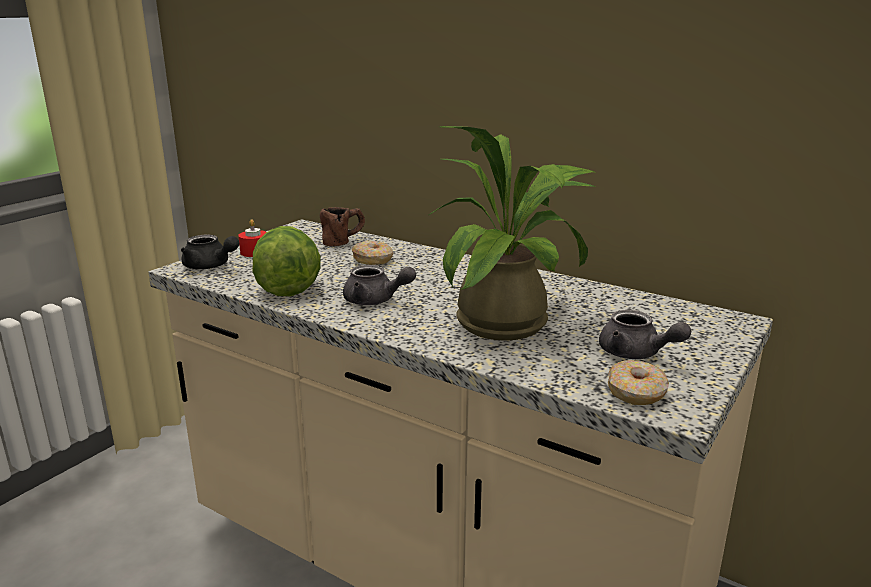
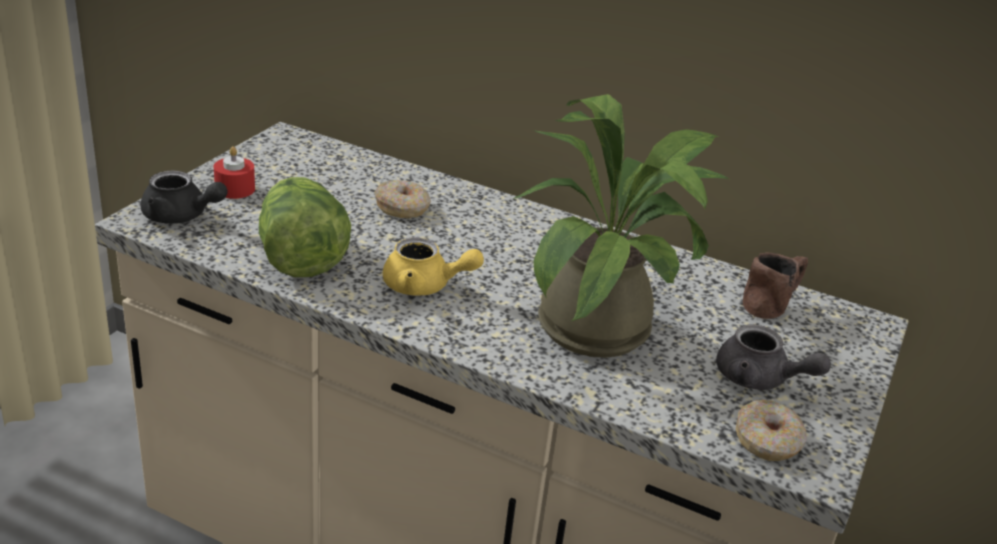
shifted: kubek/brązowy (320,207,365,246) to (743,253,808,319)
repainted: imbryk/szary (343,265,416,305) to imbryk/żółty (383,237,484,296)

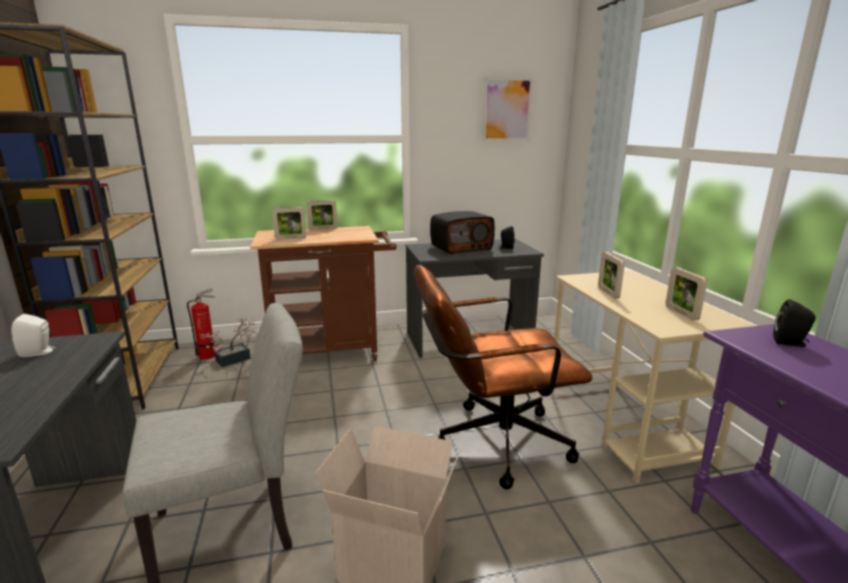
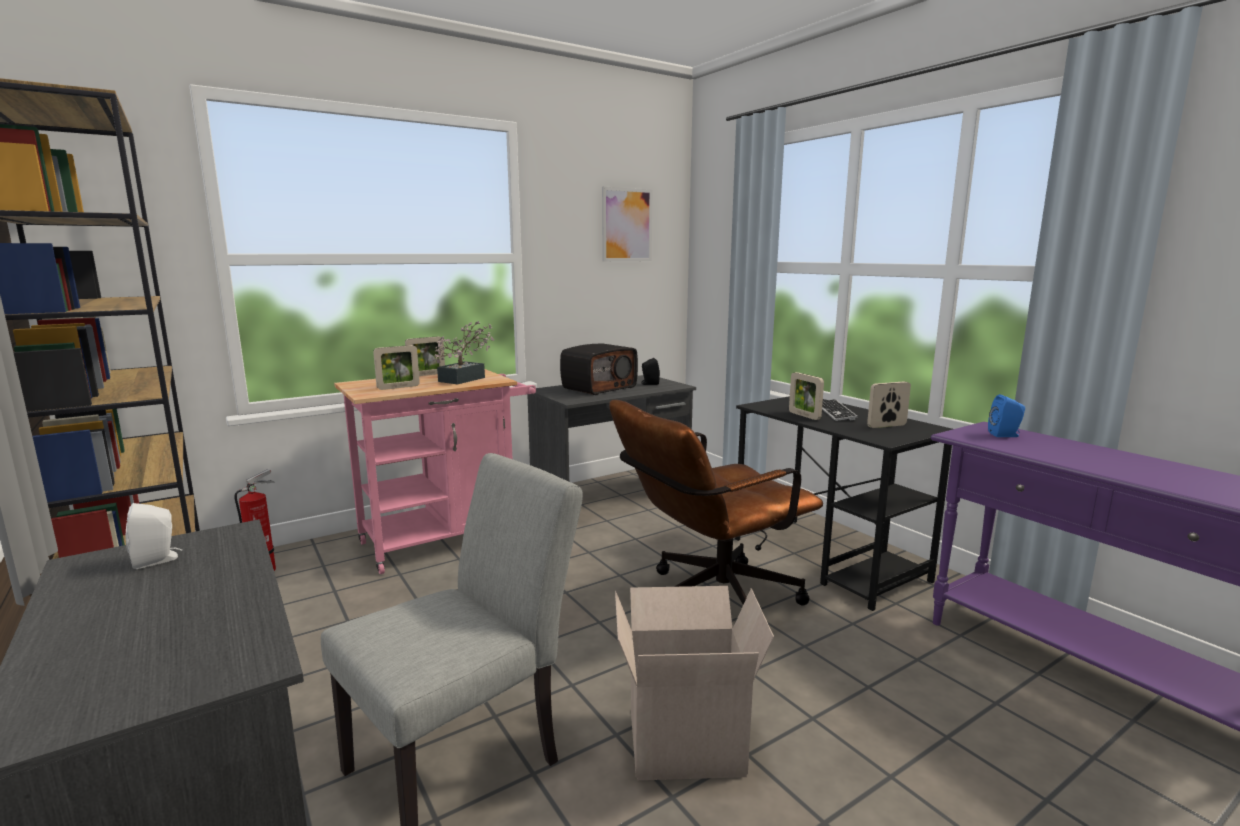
new: klawiatura (822,399,857,421)
shifted: roślina doniczkowa (206,317,258,367) to (435,321,494,384)
repainted: wózek/brązowy (250,226,397,361) to wózek/różowy (334,369,536,574); biurko/beżowy (553,270,755,483) to biurko/czarny (735,396,953,611); głośnik/czarny (773,299,816,347) to głośnik/niebieski (988,394,1025,437)
rotated: ramka na zdjęcie (665,267,707,320) = (867,381,911,428) 105 degrees clockwise

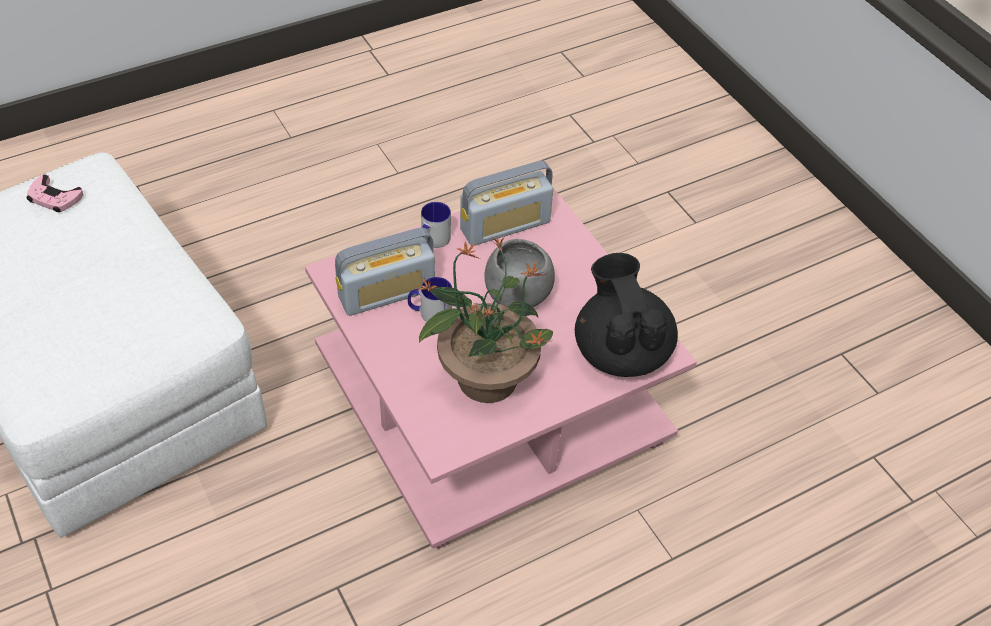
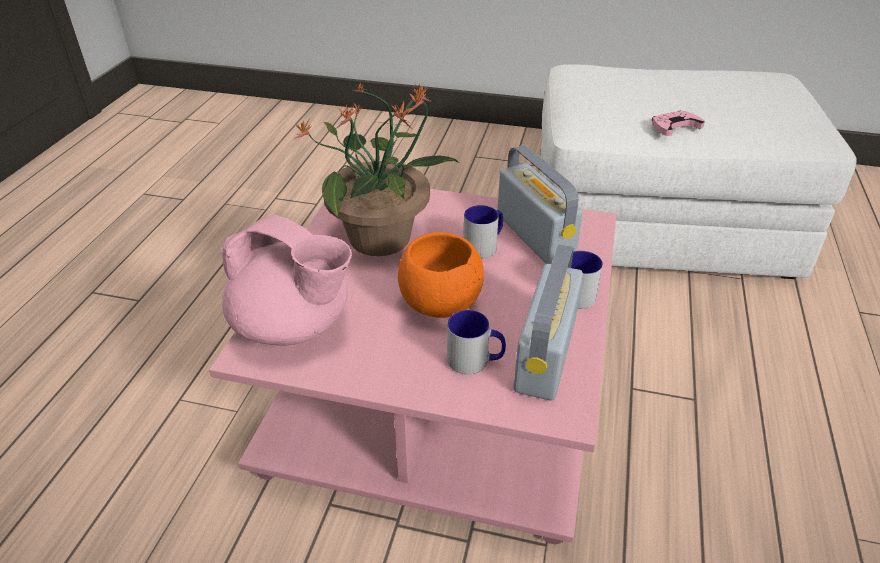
new: kubek (447,310,506,375)
shifted: pad do gier/różowy (26,175,84,212) to (652,111,705,136)
repainted: imbryk/czarny (575,253,678,377) to imbryk/różowy (221,215,352,346); miska/szary (485,239,555,307) to miska/pomarańczowy (398,232,484,318)
rotated: radio (335,227,435,316) = (498,145,583,264) 135 degrees clockwise

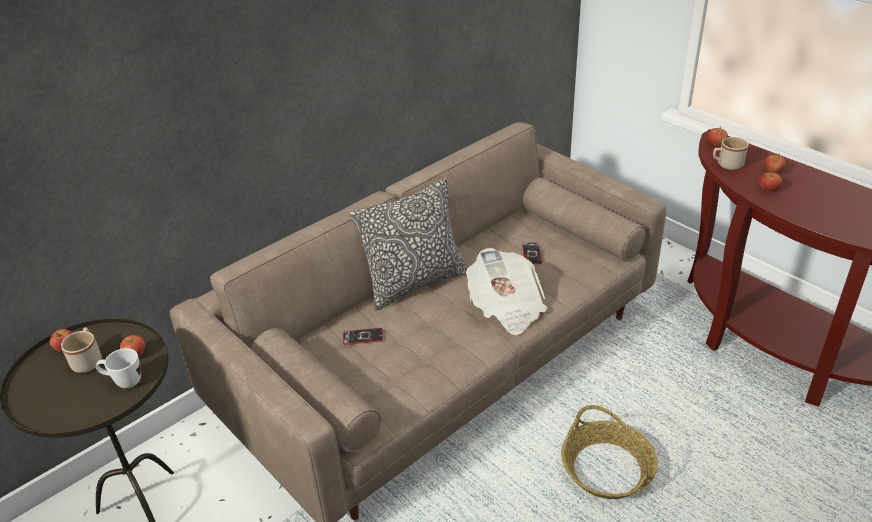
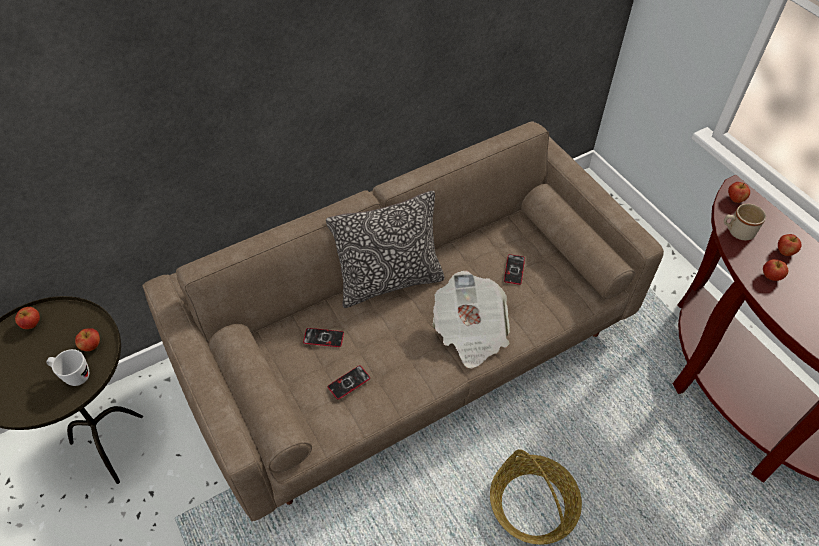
gone: kubek/beżowy (61,327,102,373)
new: telefon (328,366,370,400)

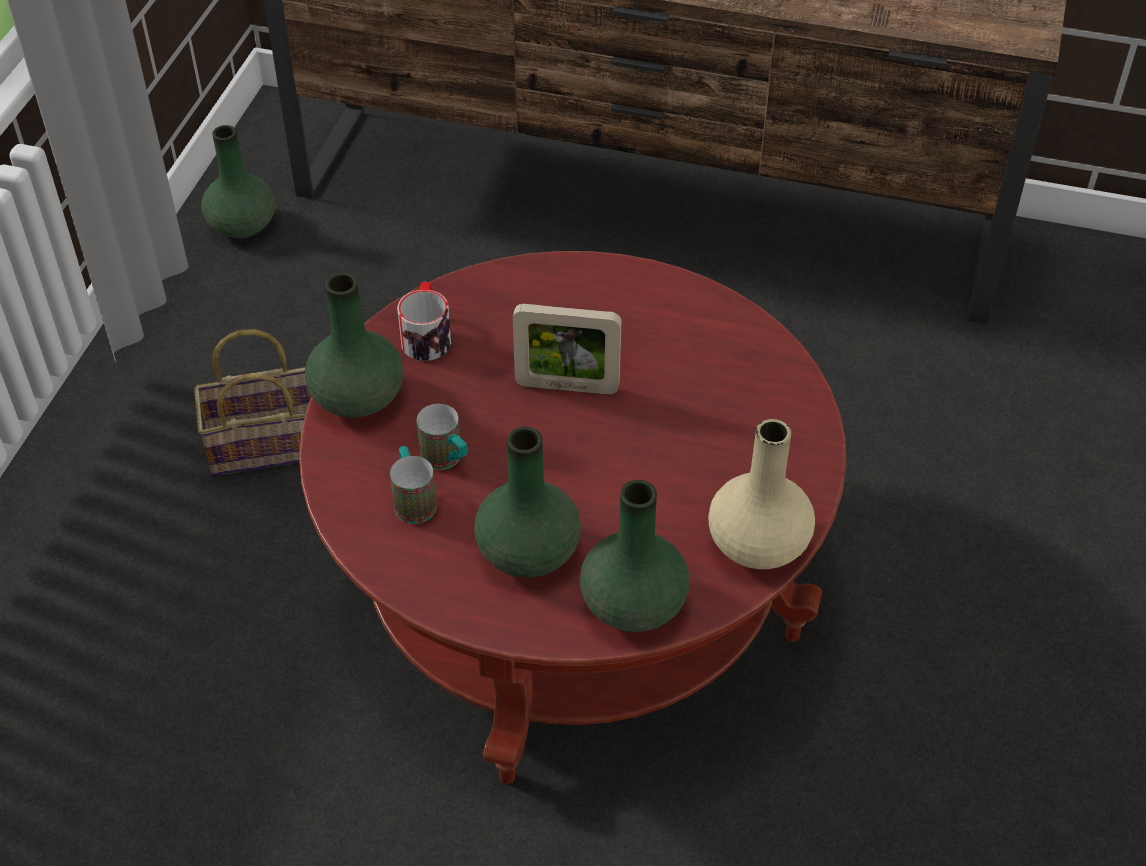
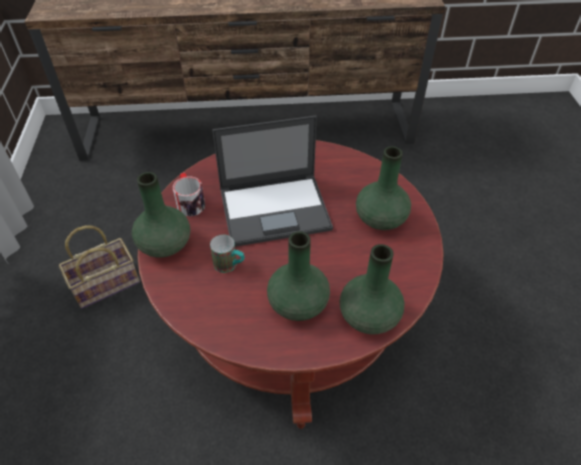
gone: kubek (390,446,437,524); wazon/beżowy (708,419,815,569)
shifted: wazon/zielony (201,125,275,238) to (356,146,411,230)
swapped: ramka na zdjęcie (513,304,621,394) to laptop (212,116,333,247)

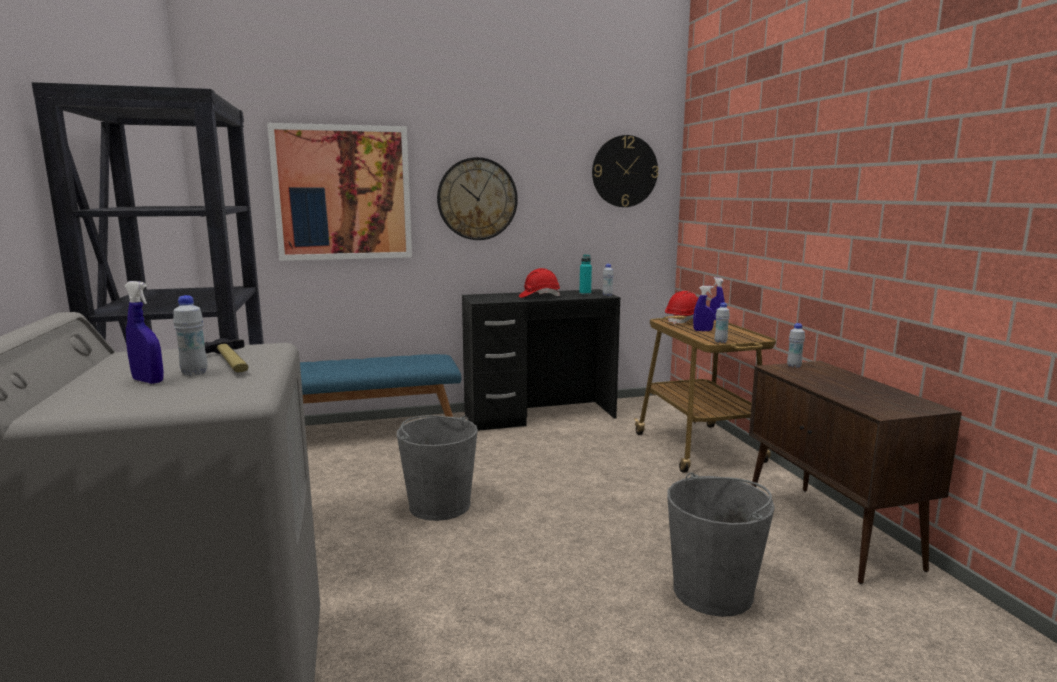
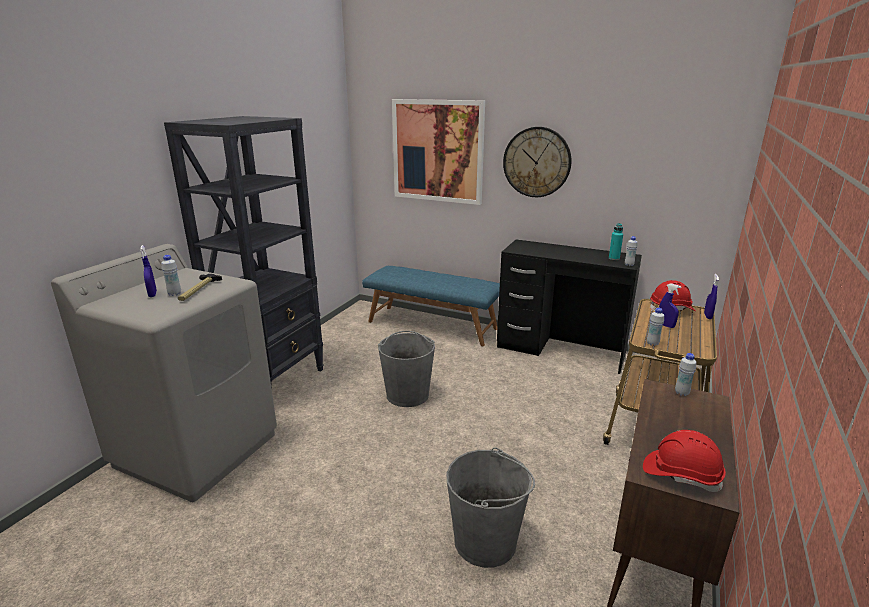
gone: zegar ścienny (592,135,658,207)
shifted: kask/czerwony (519,268,560,298) to (643,430,726,492)

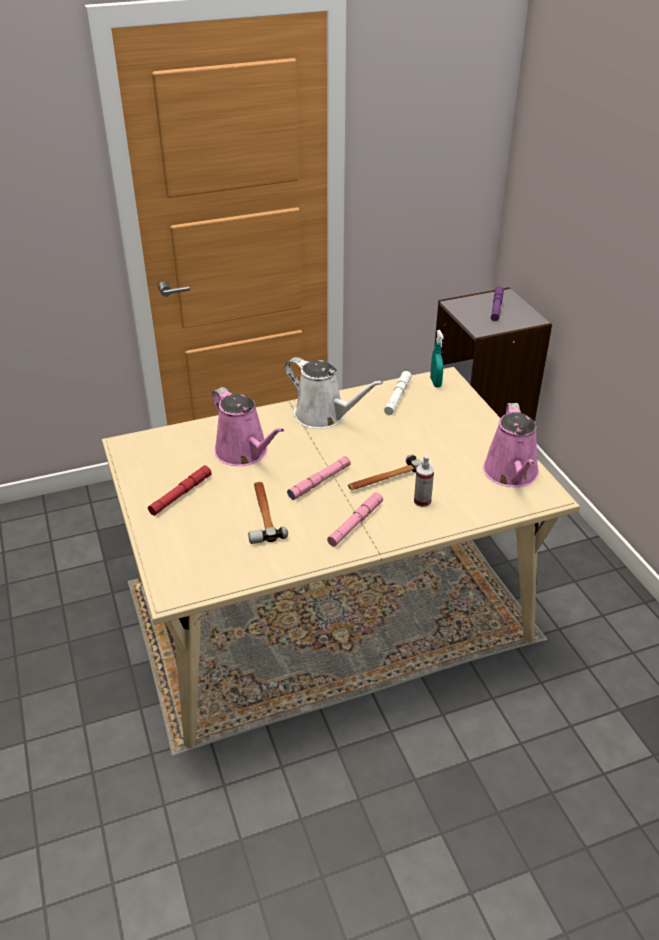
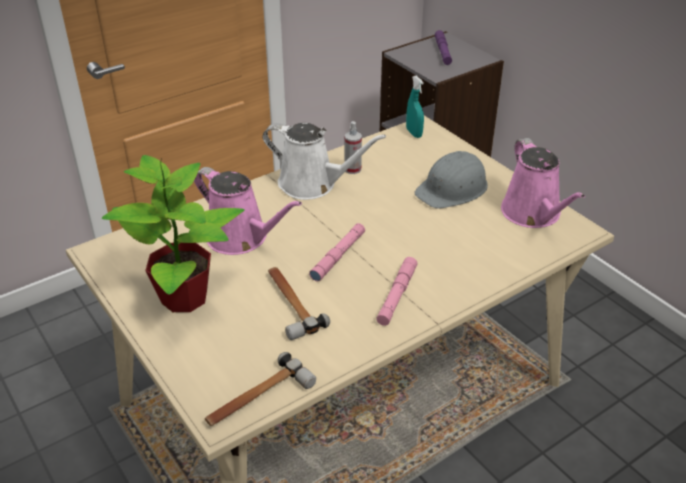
gone: latarka/biały (384,371,412,415)
new: kask/szary (415,151,488,209)
shifted: młotek (348,454,422,490) to (205,352,316,426); spryskiwacz (414,455,434,507) to (345,121,362,174)
swapped: latarka/czerwony (148,465,212,516) to roślina doniczkowa (102,155,245,312)

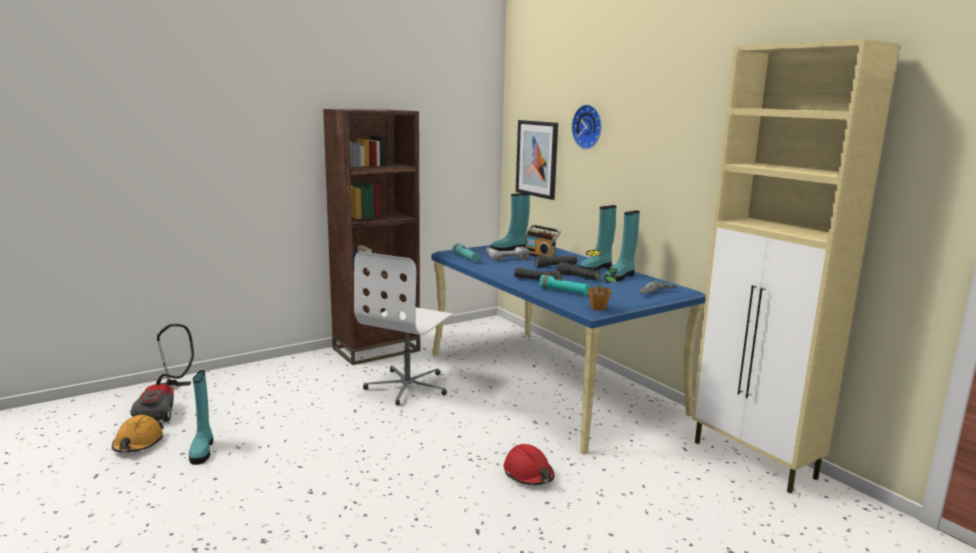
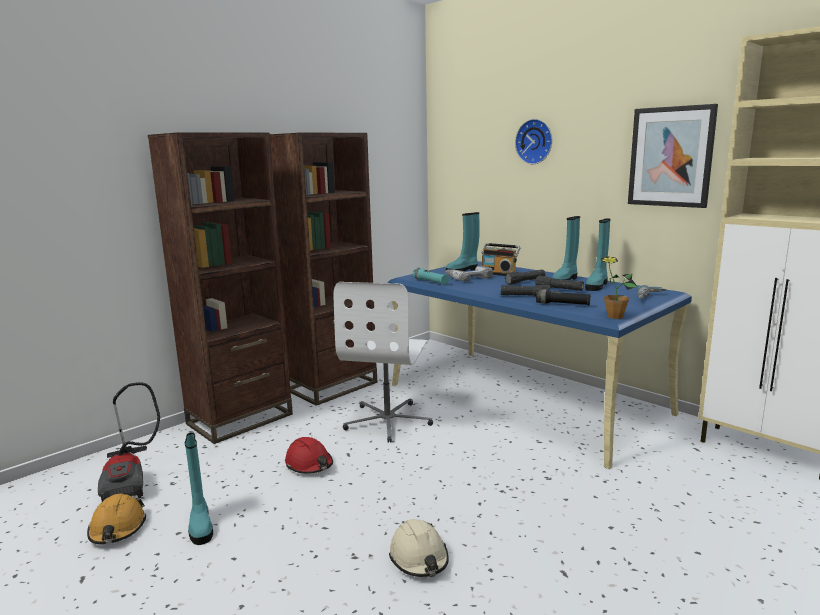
new: regał/brązowy (148,132,293,444); kask/beżowy (389,519,449,577)
shifted: kask/czerwony (504,444,555,485) to (285,437,333,474); obraz (516,120,558,200) to (628,104,718,208)
repainted: latarka/turkusowy (539,275,590,295) to latarka/czarny (536,289,591,306)

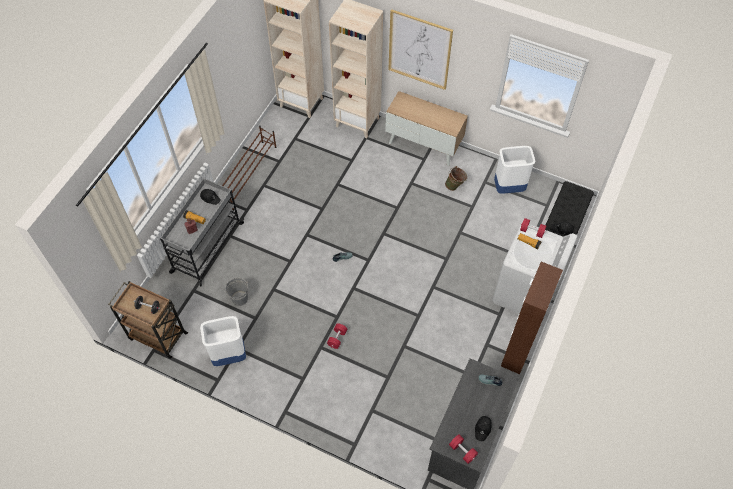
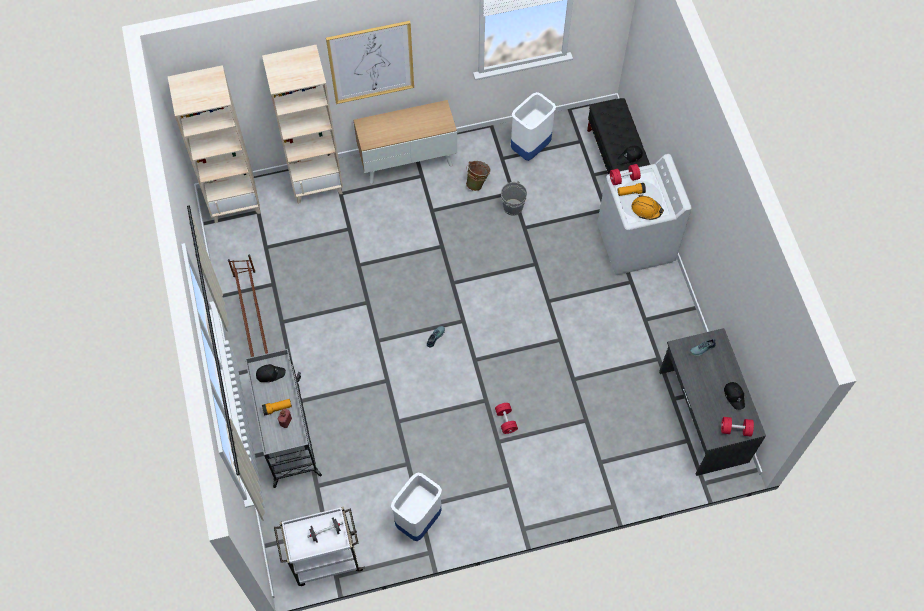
gone: szafka/brązowy (501,262,563,374)
new: kask/pomarańczowy (632,194,664,220)
shifted: wiadro/szary (225,278,248,306) to (501,181,527,216)
repainted: wózek/brązowy (108,281,189,359) to wózek/biały (274,507,365,586)

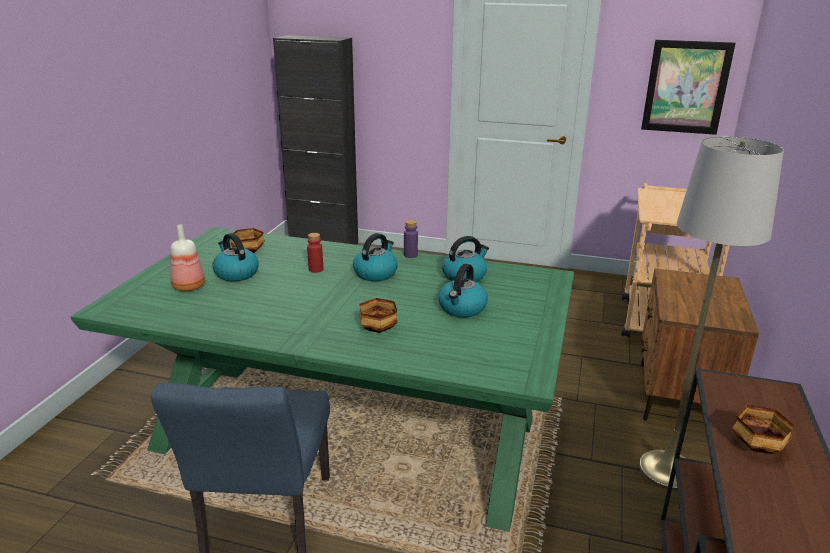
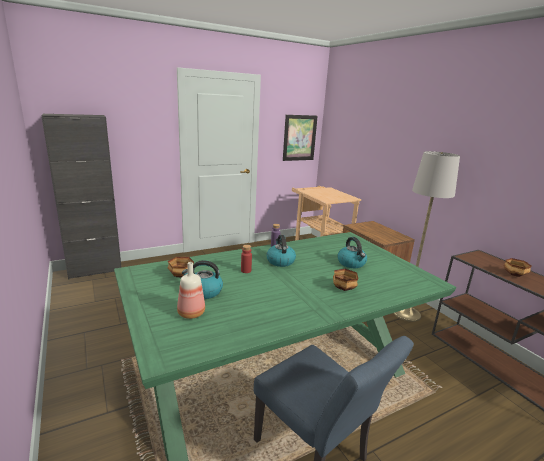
gone: czajnik (442,236,489,282)

